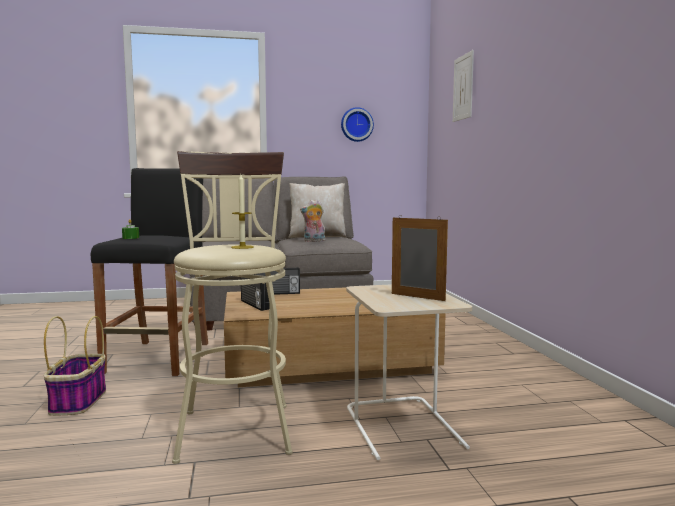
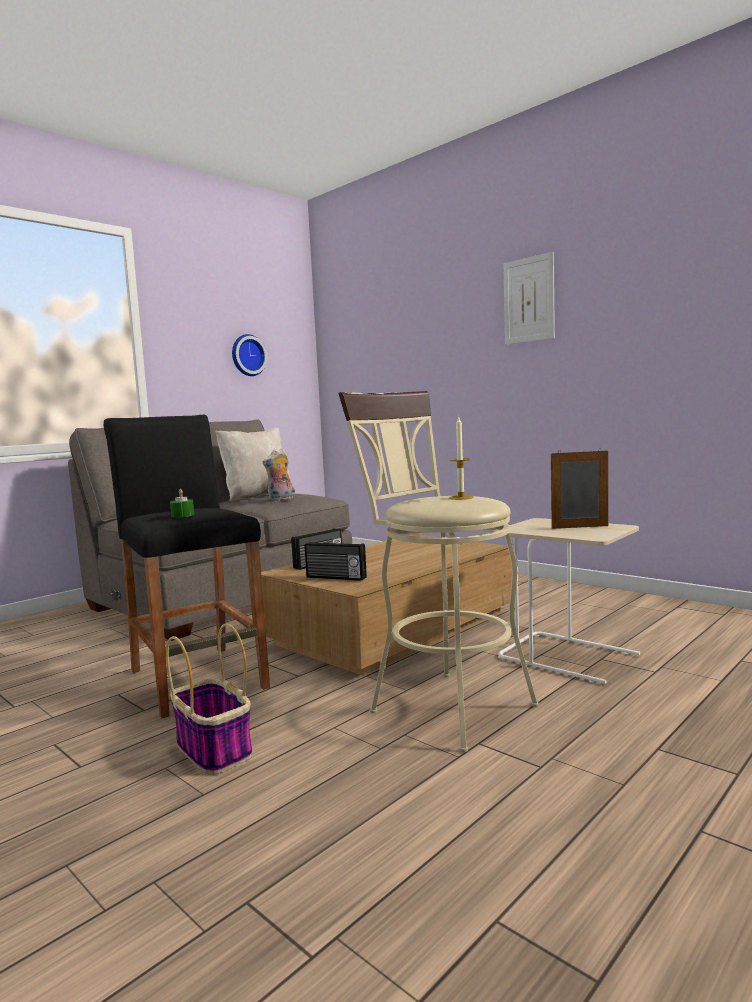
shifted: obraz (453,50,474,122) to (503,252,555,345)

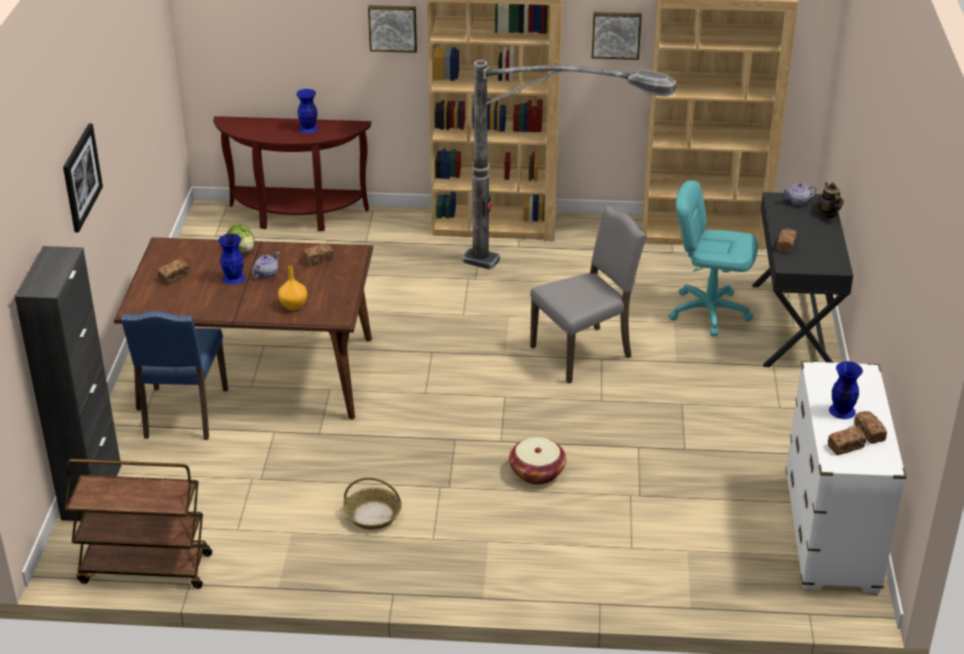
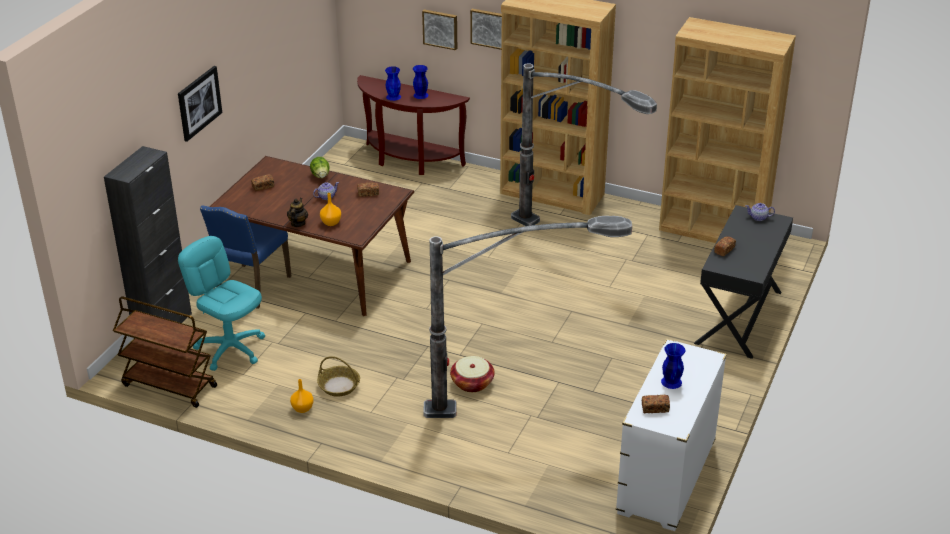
gone: krzesło/szary (530,206,647,384); chleb (854,411,887,444)
new: wazon/pomarańczowy (290,379,314,413); lampa stojąca (423,216,632,418)
shifted: krzesło biurowe/turkusowy (668,180,758,336) to (178,236,265,371); imbryk (817,182,844,218) to (287,198,308,227); wazon/niebieski (218,234,245,285) to (385,66,401,101); obraz (592,12,642,60) to (422,9,457,50)

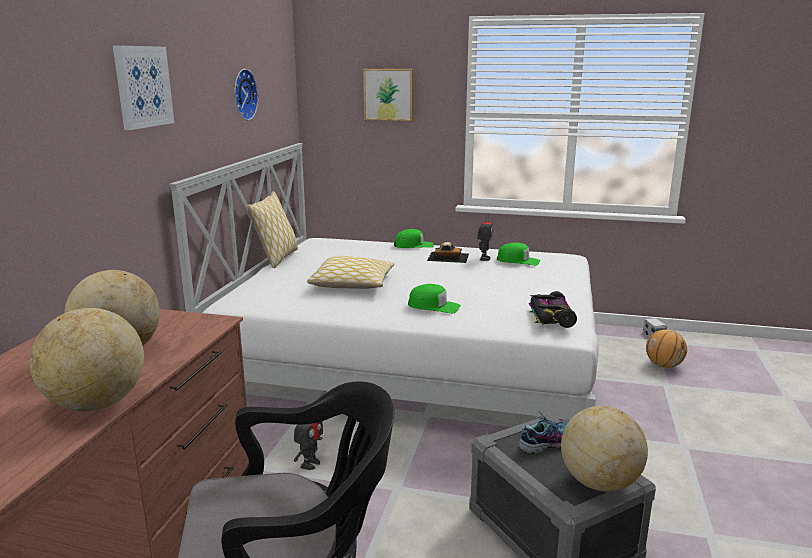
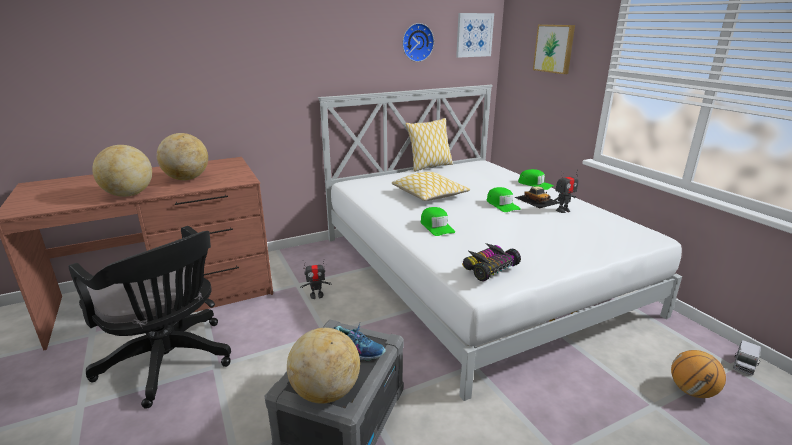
shifted: obraz (113,45,174,130) to (456,13,494,58); czapka z daszkiem/zielony (497,243,540,266) to (487,187,521,212)

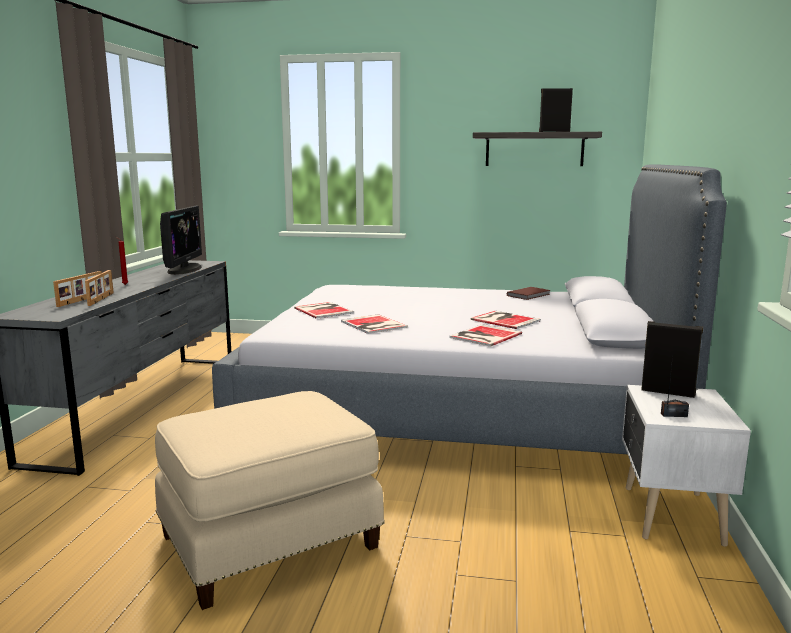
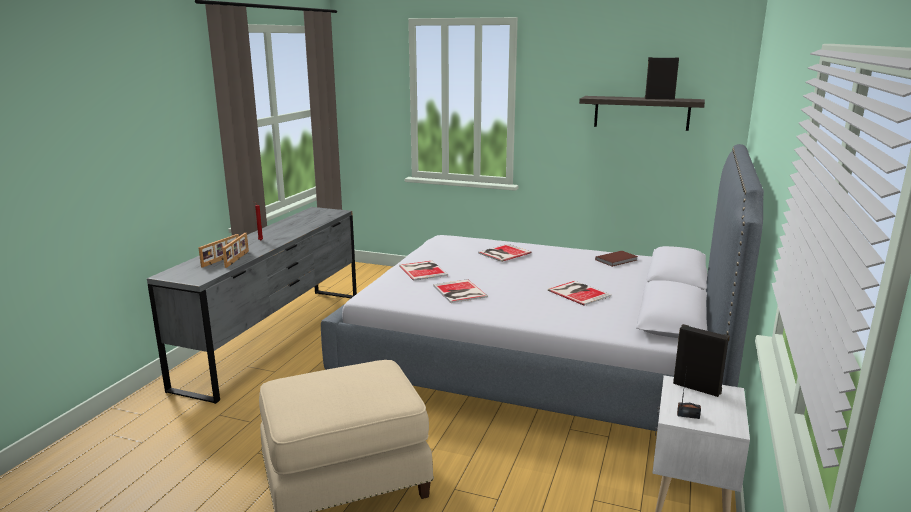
gone: monitor (160,205,202,275)
shifted: książka (450,324,522,347) to (478,244,532,262)

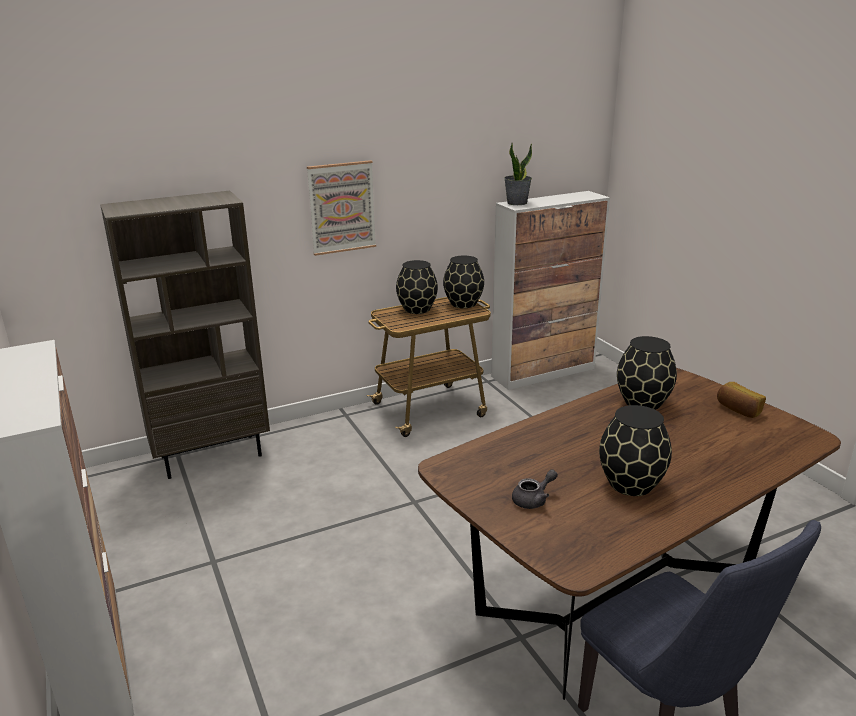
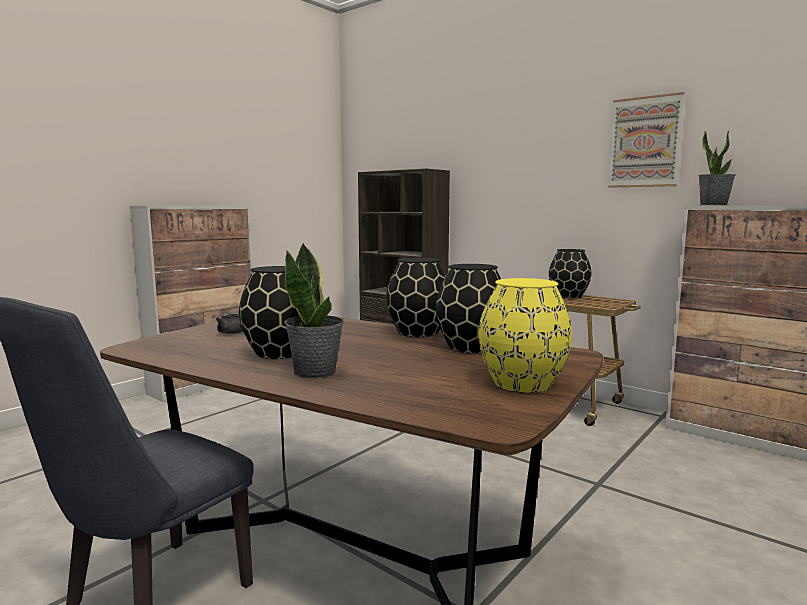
new: roślina doniczkowa (284,244,344,378)
shifted: wazon/czarny (443,256,484,308) to (386,258,446,337); obraz (307,160,376,256) to (608,92,685,188)
swapped: chleb (717,382,766,418) to wazon/żółty (478,278,572,393)

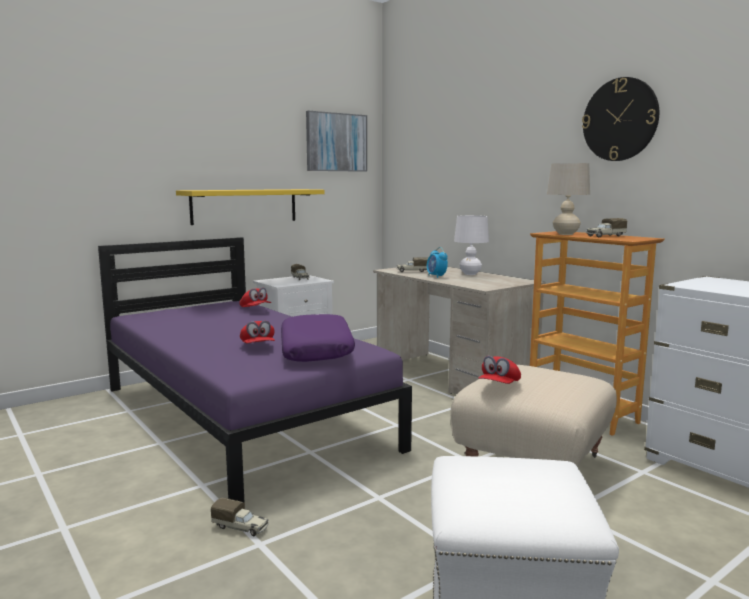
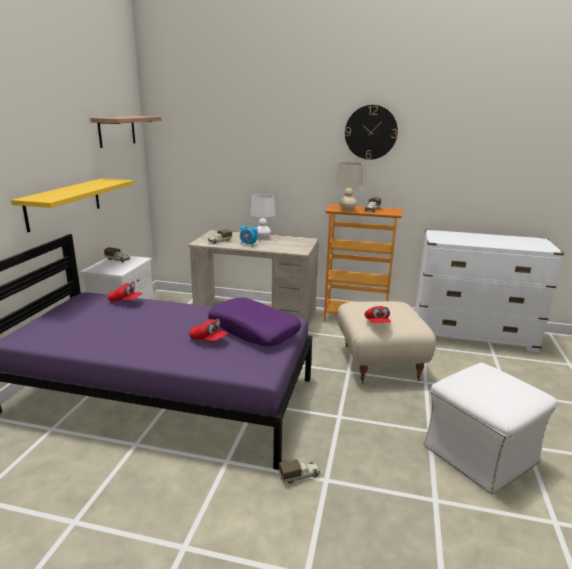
swapped: obraz (306,111,367,172) to półka (90,116,161,148)

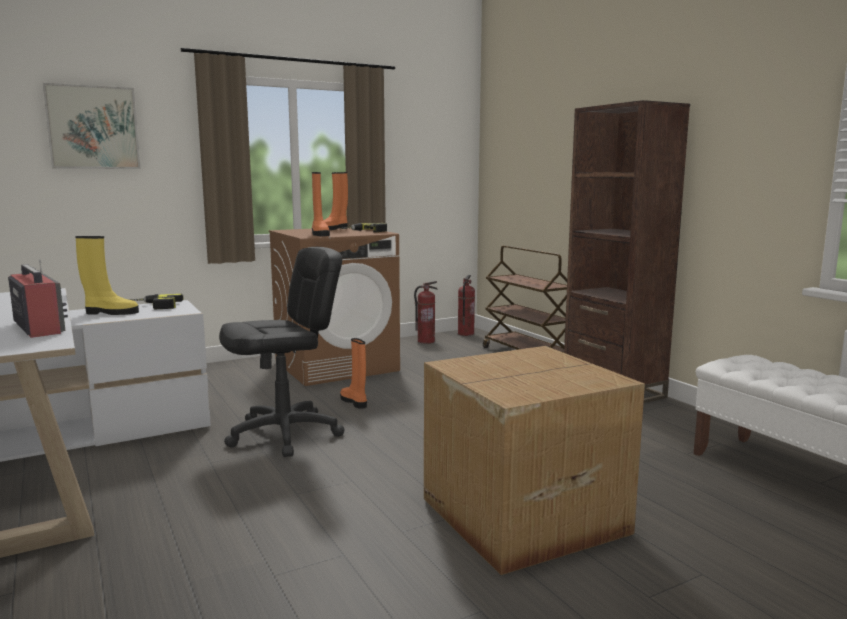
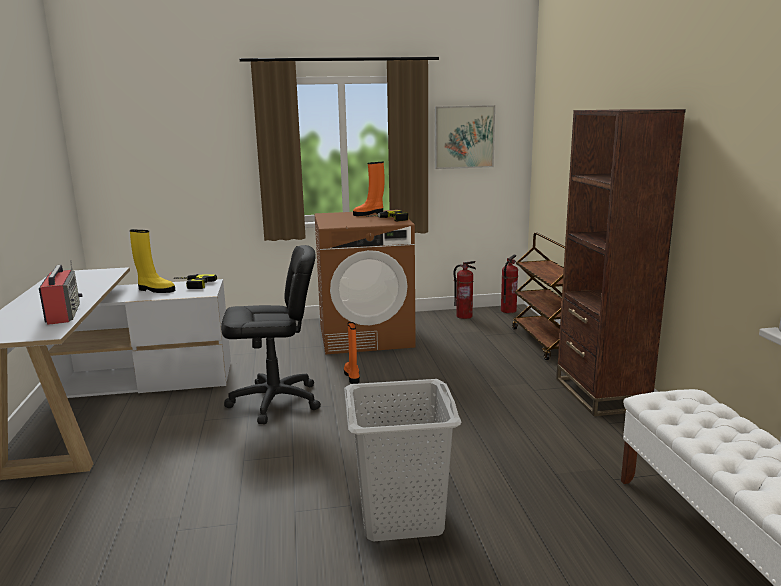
gone: but z cholewką/pomarańczowy (312,172,330,236)
shifted: obraz (43,83,140,169) to (435,105,495,169)
swapped: karton (424,346,645,575) to kosz na pranie/szary (344,379,462,541)

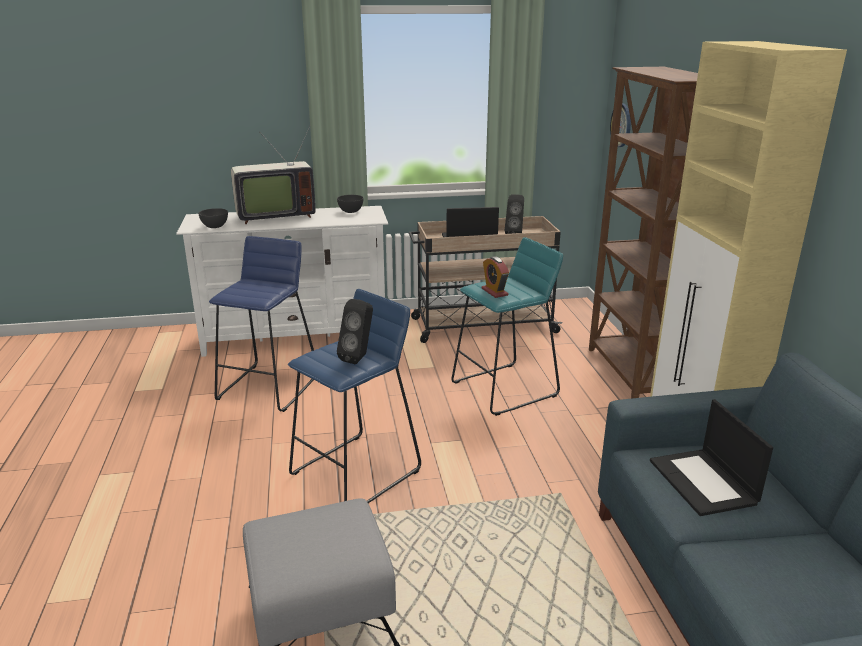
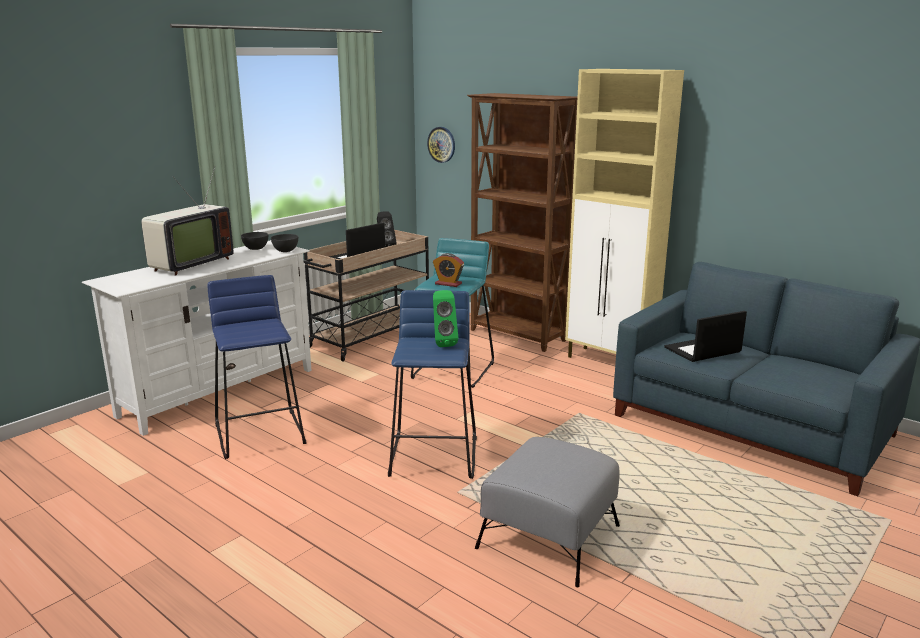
shifted: miska/szary (198,208,228,228) to (271,234,298,252)
repainted: głośnik/czarny (337,299,373,364) to głośnik/zielony (433,290,458,347)
rotated: laptop (650,399,773,516) = (664,311,747,362) 120 degrees clockwise

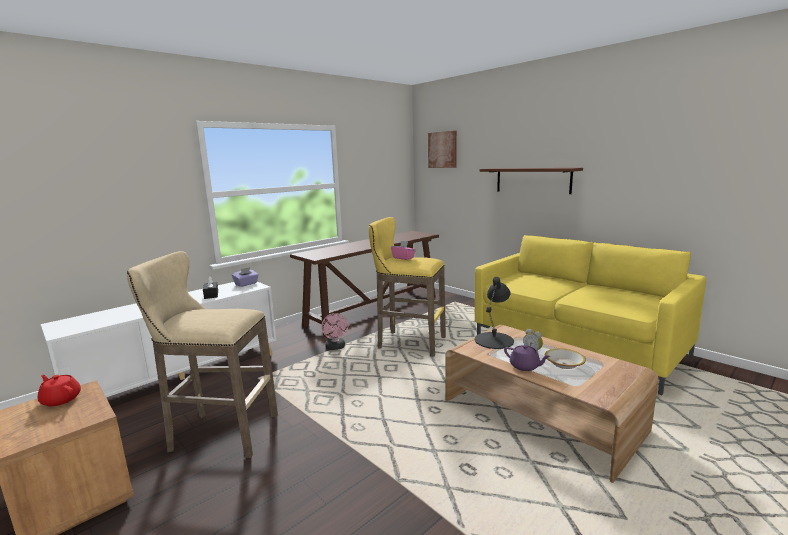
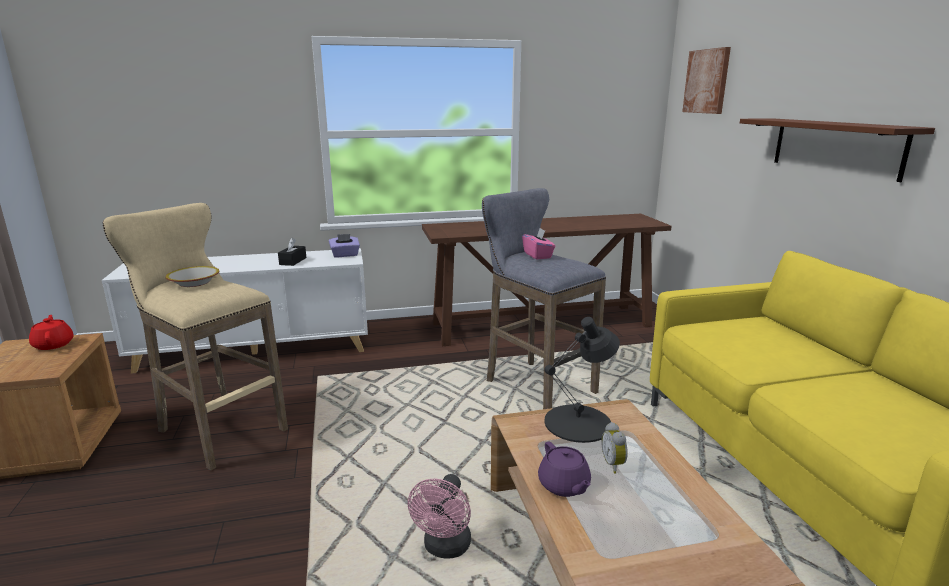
shifted: miska (545,348,586,369) to (166,266,220,287); wentylator/różowy (321,313,348,350) to (408,474,471,559)
repainted: stołek/żółty (368,217,446,357) to stołek/szary (482,188,606,409)

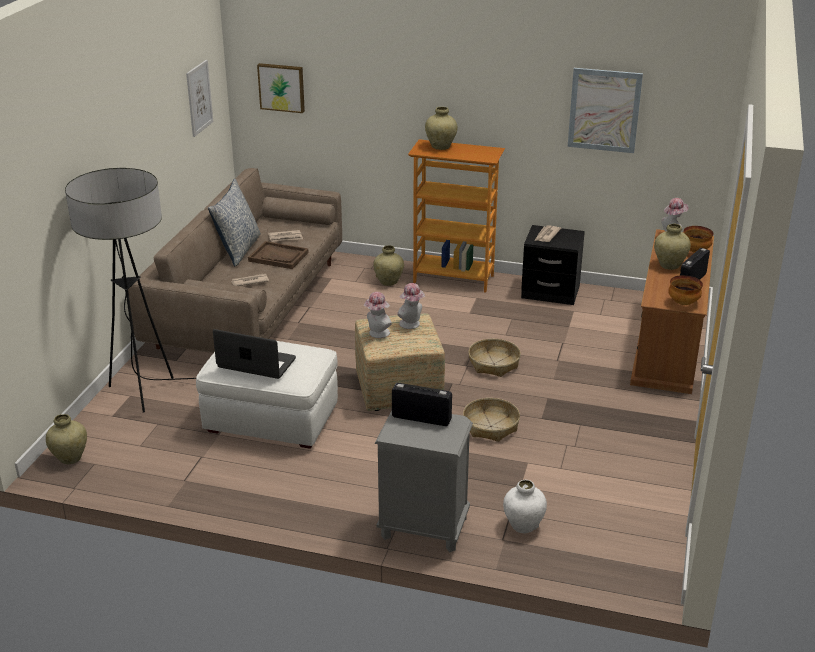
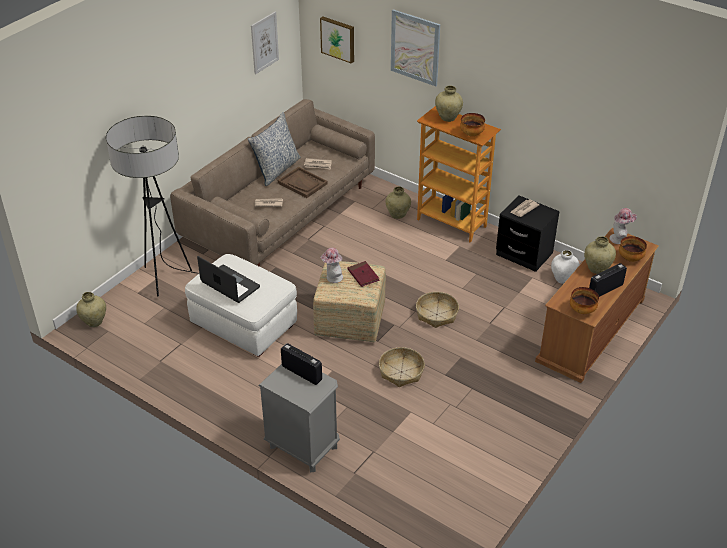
new: miska (460,113,485,136)
shifted: obraz (568,68,643,153) to (391,9,440,86); wazon/biały (503,480,547,533) to (551,250,579,284)
swapped: kapelusz (397,283,425,329) to książka/czerwony (347,261,380,287)

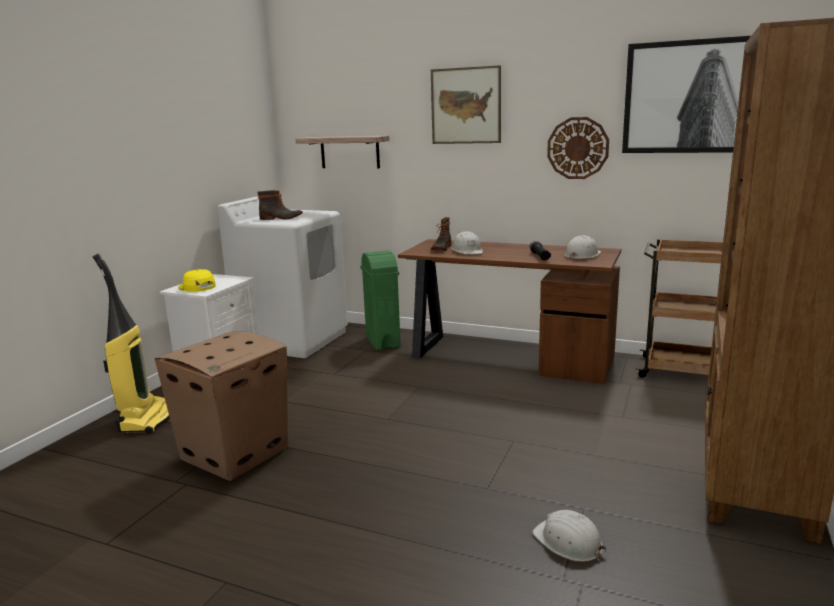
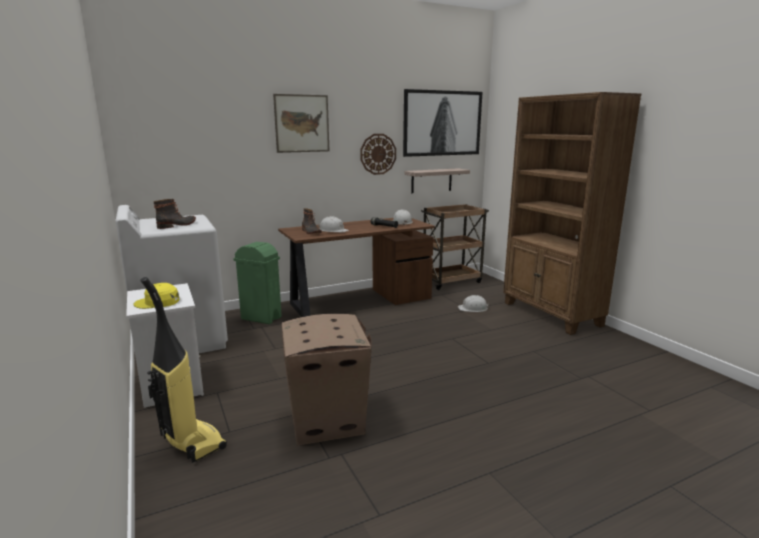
shifted: półka (295,136,389,168) to (404,168,470,193); kask/biały (532,510,607,562) to (458,295,489,312)

